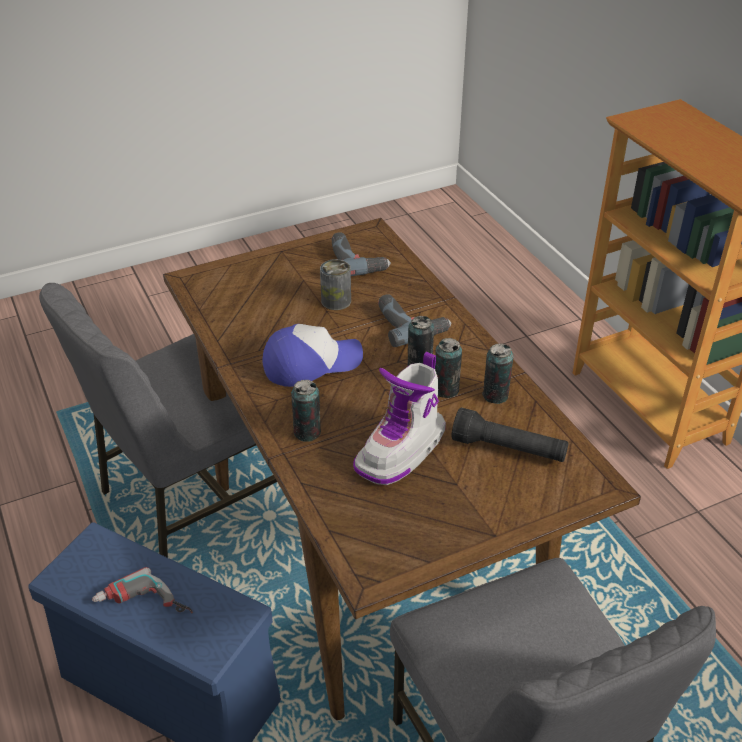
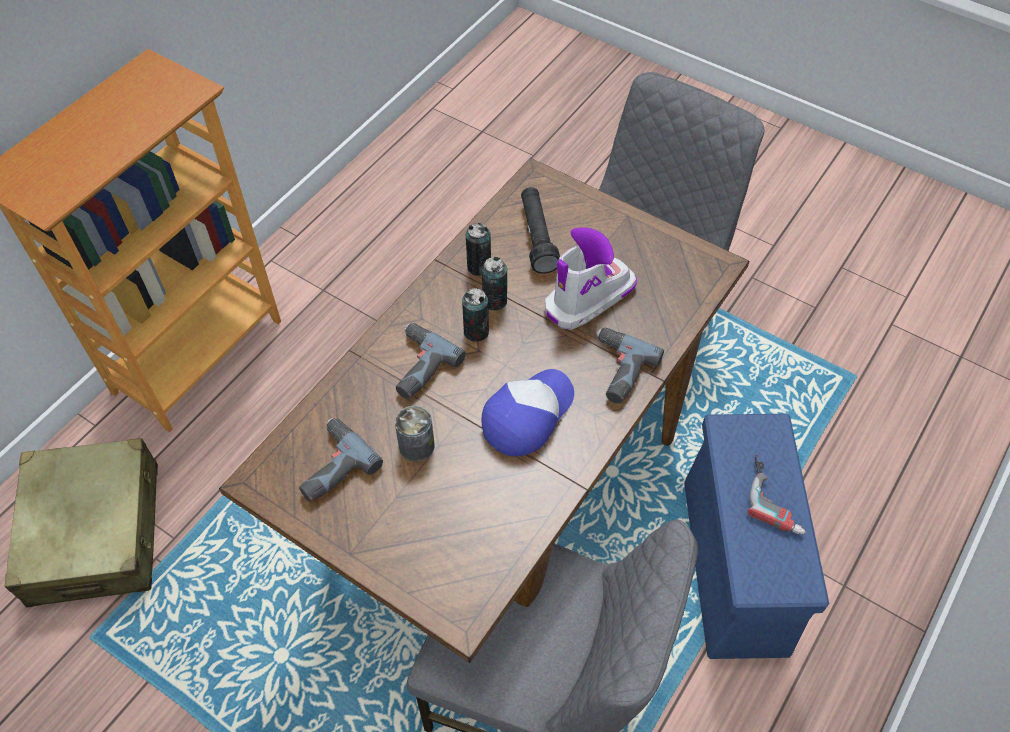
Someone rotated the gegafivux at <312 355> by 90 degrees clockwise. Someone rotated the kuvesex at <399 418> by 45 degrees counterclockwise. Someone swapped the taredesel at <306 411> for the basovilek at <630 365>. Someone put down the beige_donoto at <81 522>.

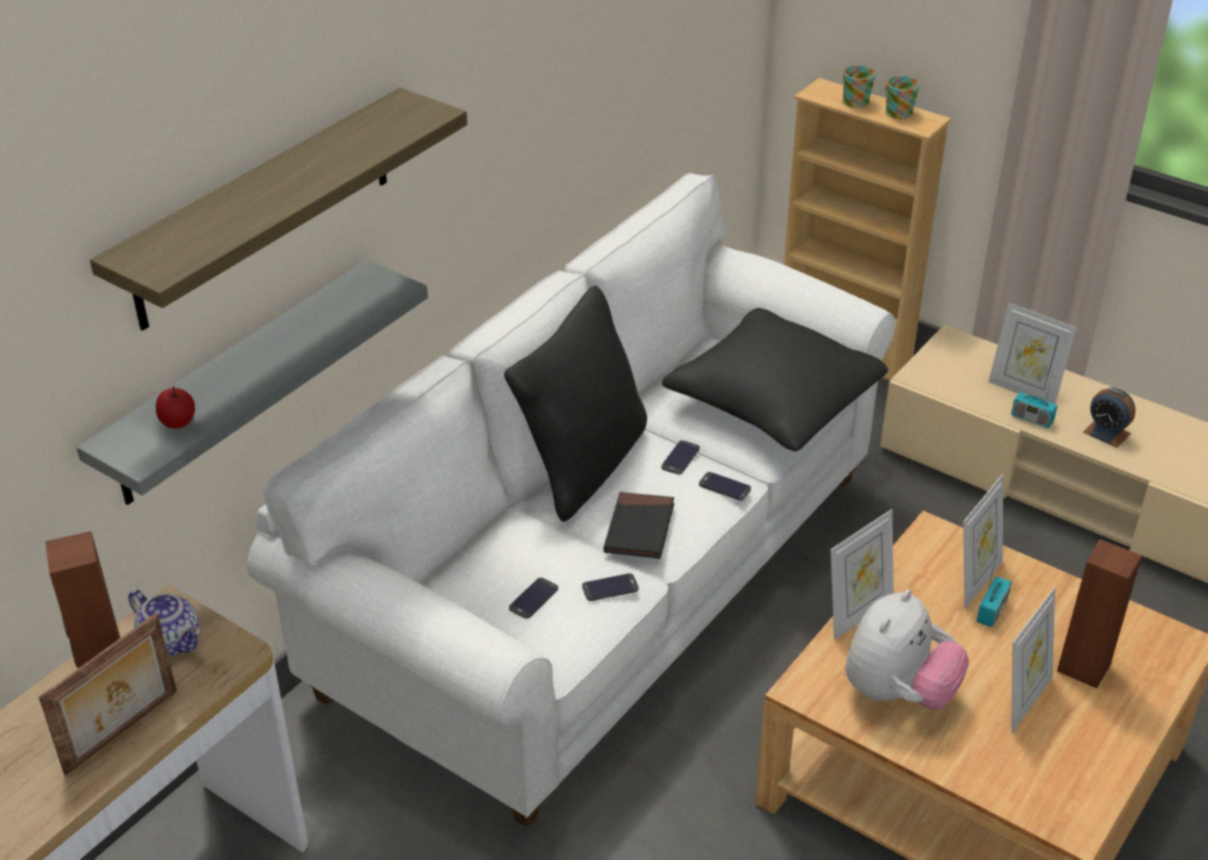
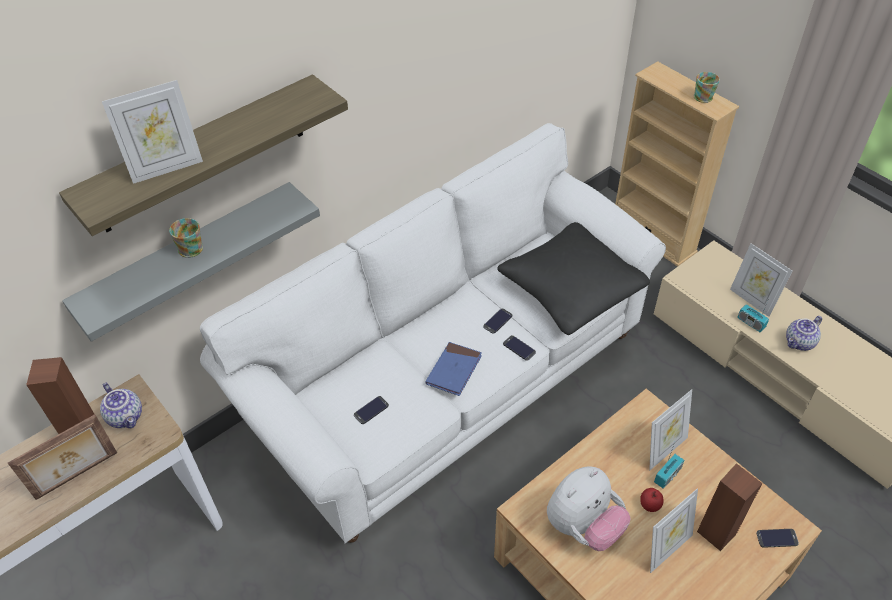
Someone carried the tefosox from <859 86> to <186 238>. Someone took away the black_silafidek at <575 403>. Someone carried the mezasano from <175 407> to <651 500>. Someone swapped the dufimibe at <1109 417> for the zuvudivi at <804 333>. Someone repainted the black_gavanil at <639 525>, which became the blue_gavanil at <453 369>. Someone carried the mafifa from <862 574> to <152 132>. Someone carried the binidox from <610 587> to <777 538>.

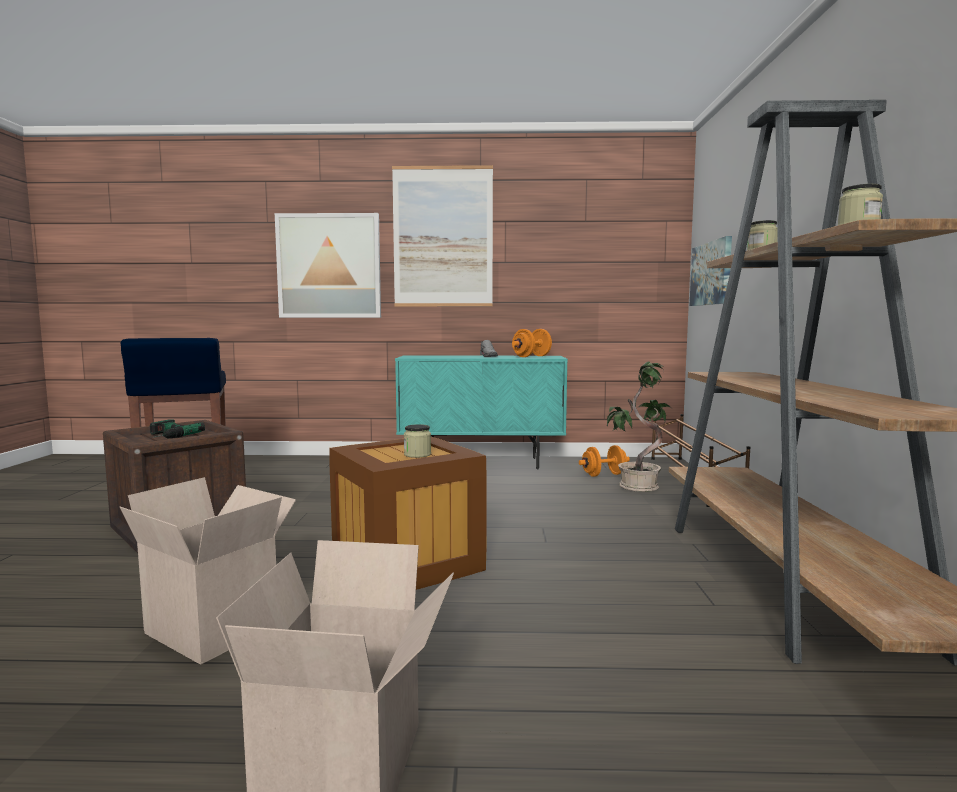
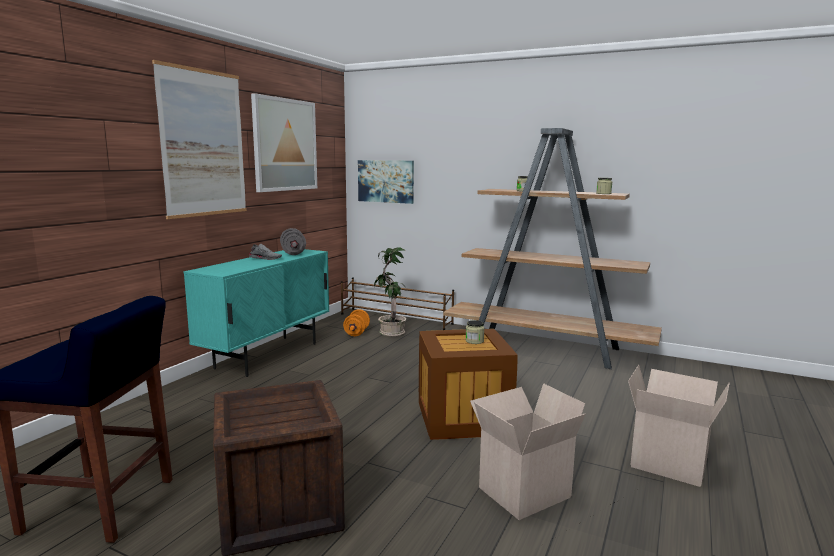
Someone carried the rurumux from <328 265> to <284 142>. Someone repainted the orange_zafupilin at <532 343>, which became the grey_zafupilin at <293 241>. Someone took away the basovilek at <177 429>.

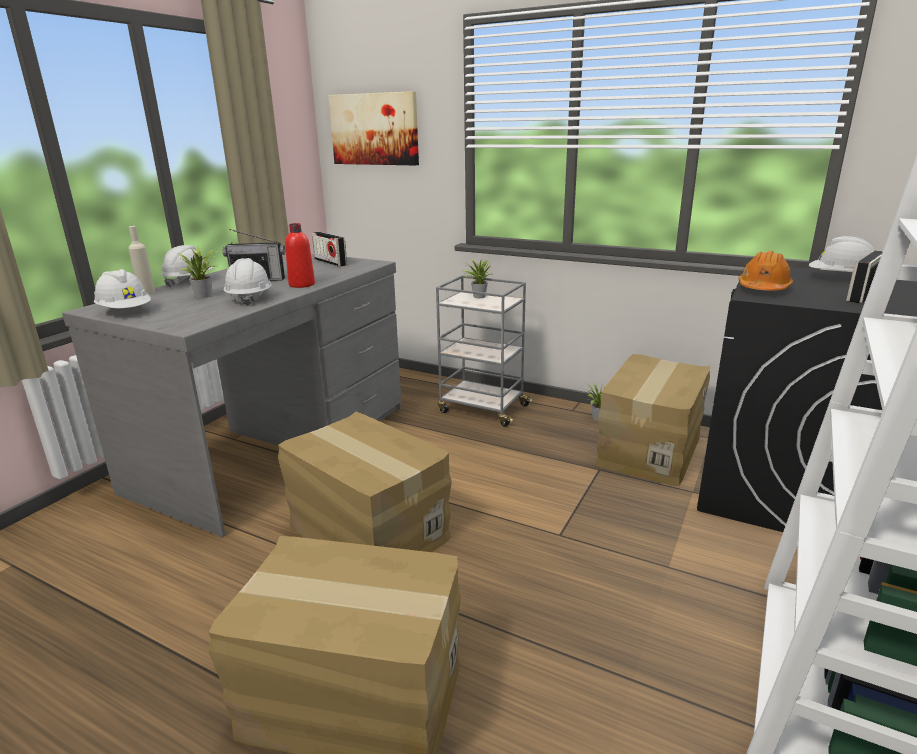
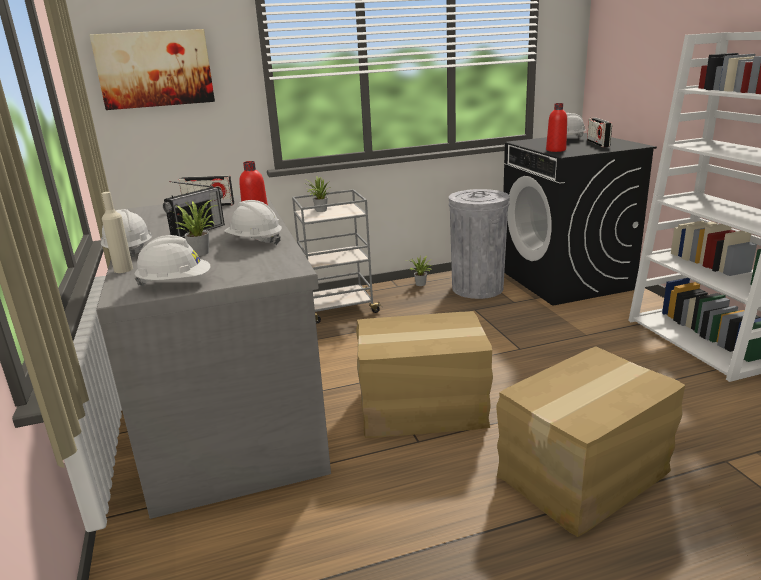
Someone swapped the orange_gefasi at <765 271> for the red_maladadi at <556 127>. Someone swapped the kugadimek at <653 420> for the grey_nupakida at <479 244>.

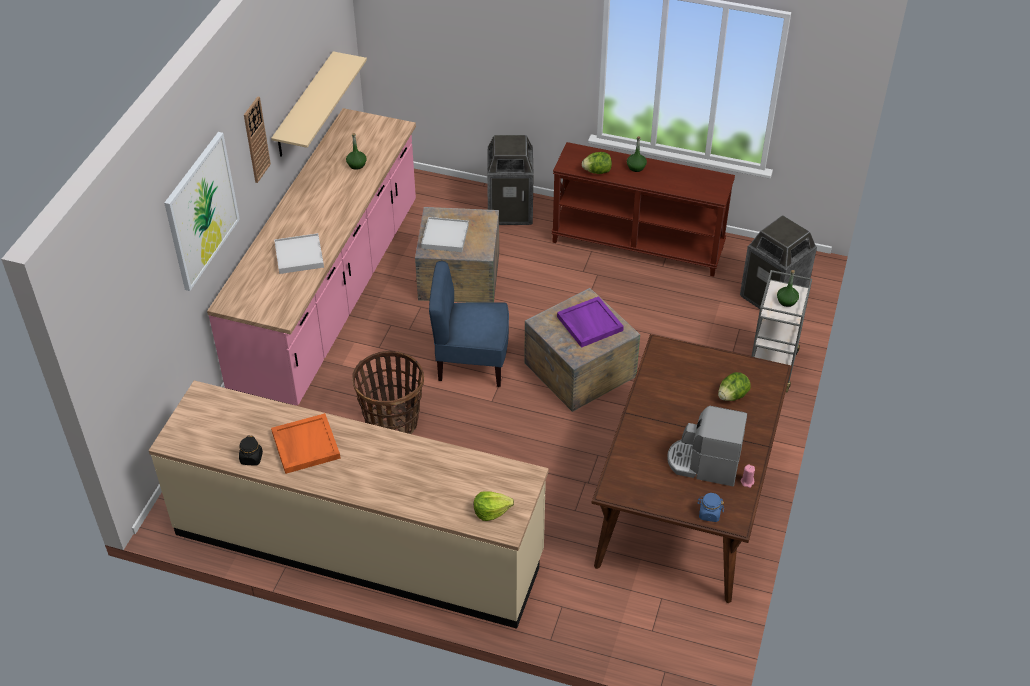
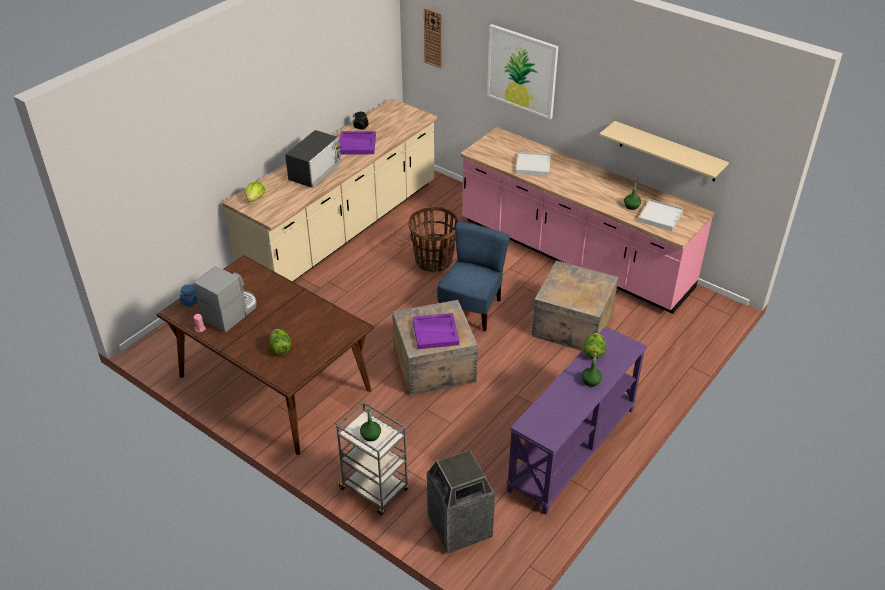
Someone carried the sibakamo from <257 139> to <433 38>. Someone took away the nupakida at <510 180>. Someone repainted the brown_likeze at <643 209>, which became the purple_likeze at <576 420>. Someone carried the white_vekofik from <445 234> to <660 215>. Someone repainted the orange_vekofik at <306 443>, which became the purple_vekofik at <358 142>. Someone put down the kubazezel at <313 159>.

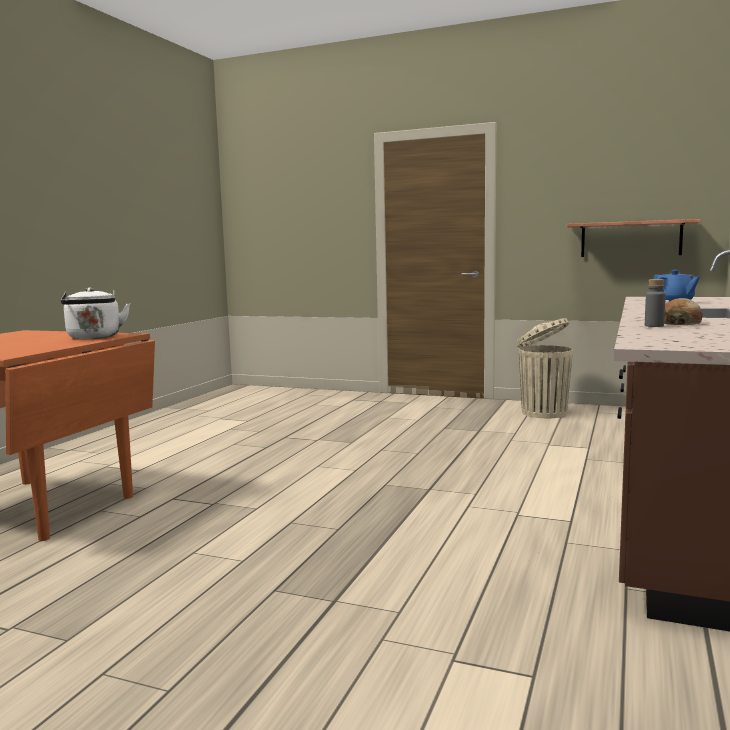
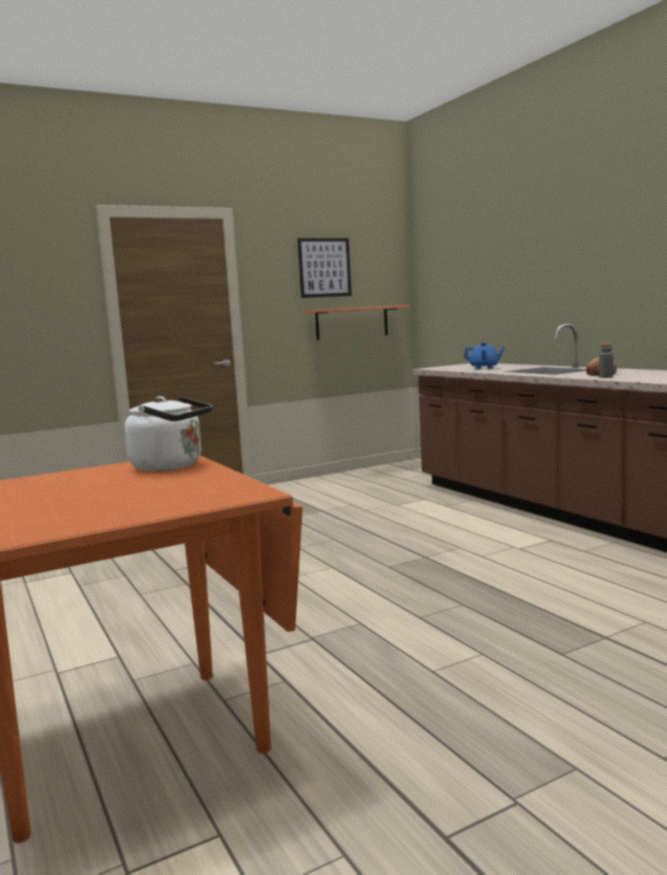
Someone took away the beige_nupakida at <544 368>. Someone put up the rurumux at <324 268>.

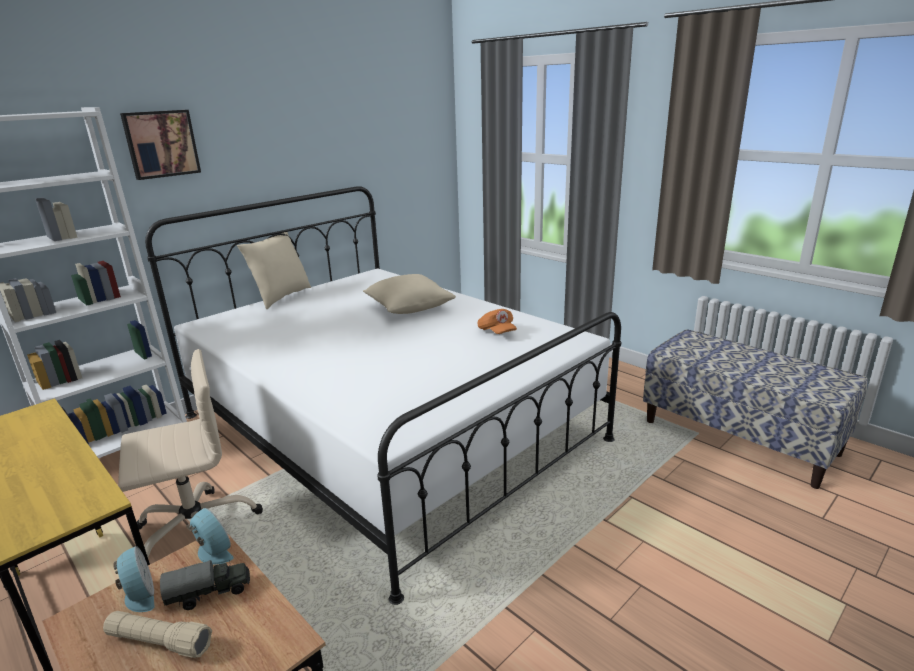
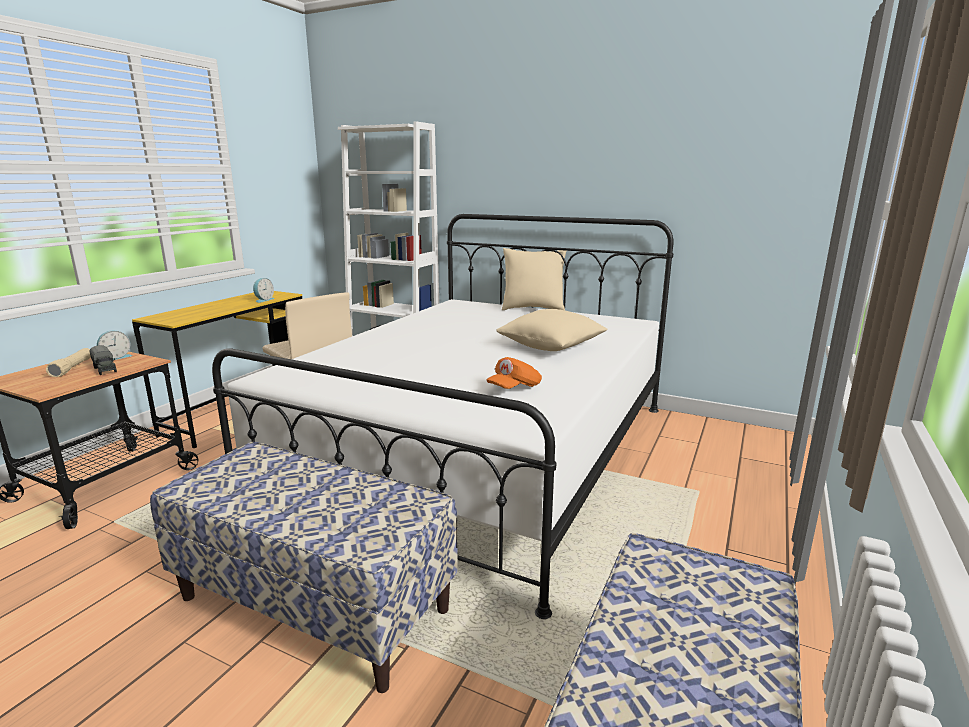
Someone took away the rurumux at <160 145>. Someone carried the dufimibe from <210 536> to <264 290>. Someone put down the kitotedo at <304 567>.

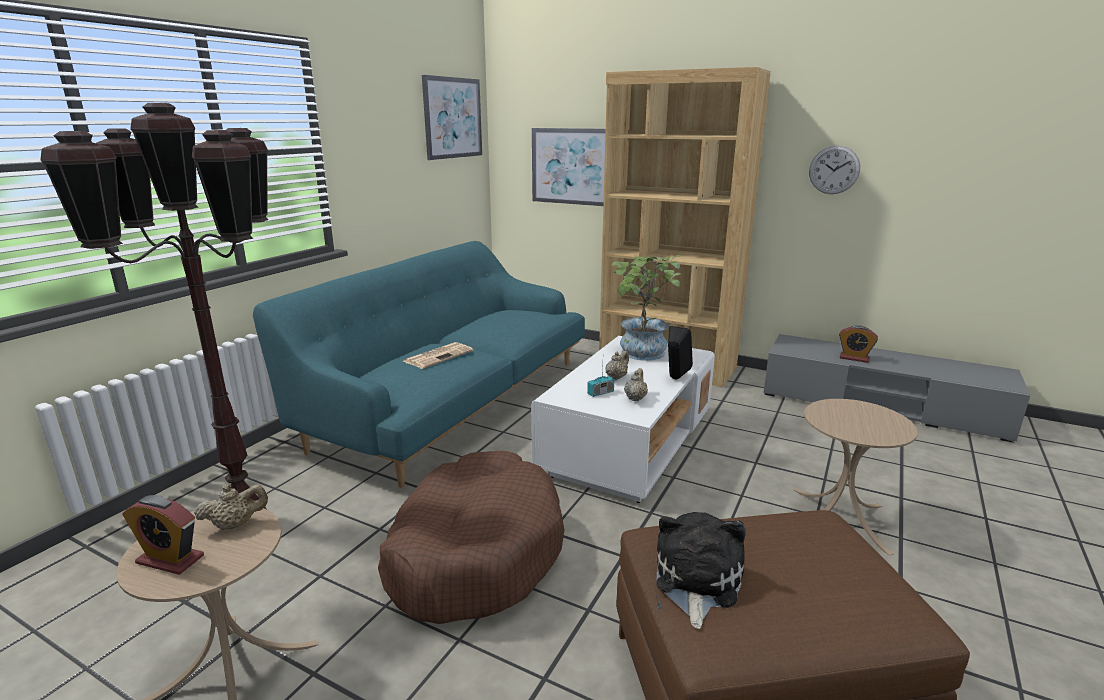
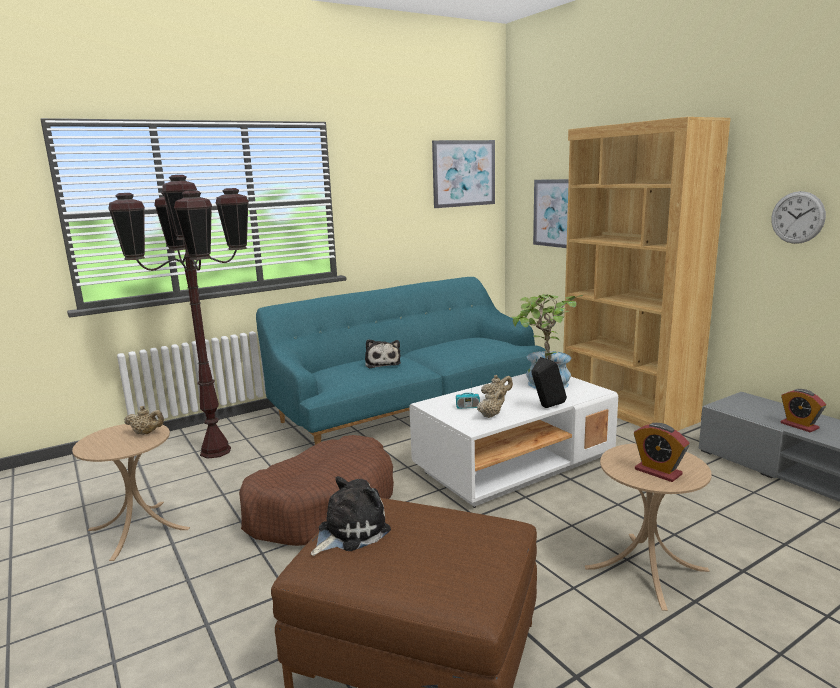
Someone swapped the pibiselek at <438 355> for the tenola at <383 353>. Someone carried the dufimibe from <163 535> to <661 452>.

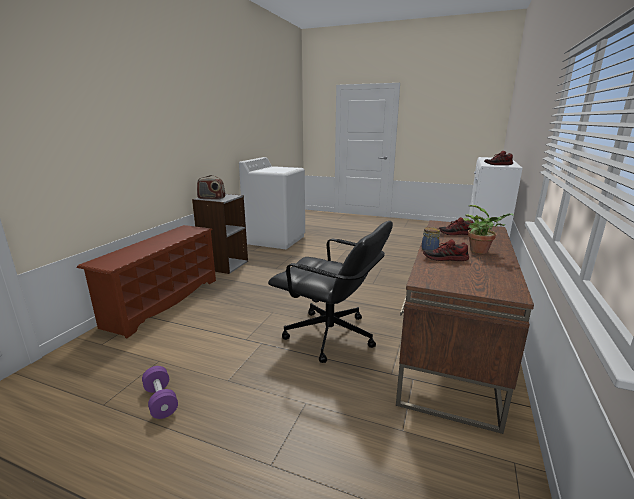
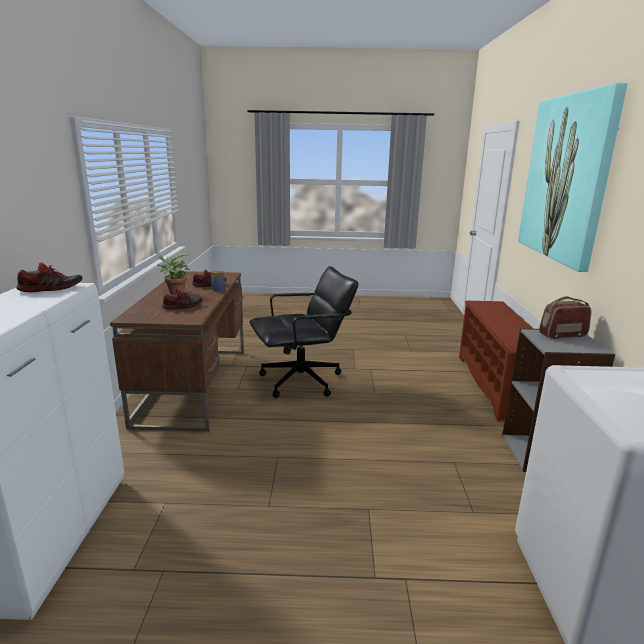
Someone rotated the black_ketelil at <330 292> by 150 degrees clockwise. Someone took away the purple_zafupilin at <160 392>. Someone put up the rurumux at <573 177>.

